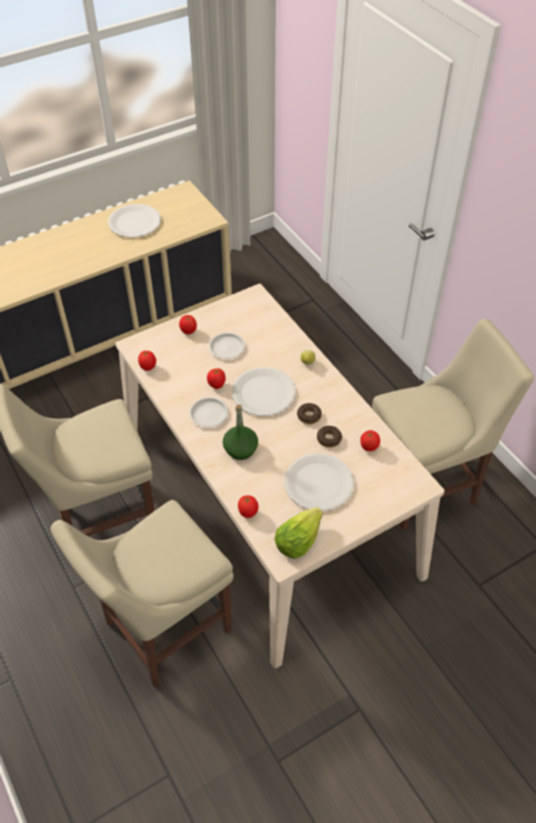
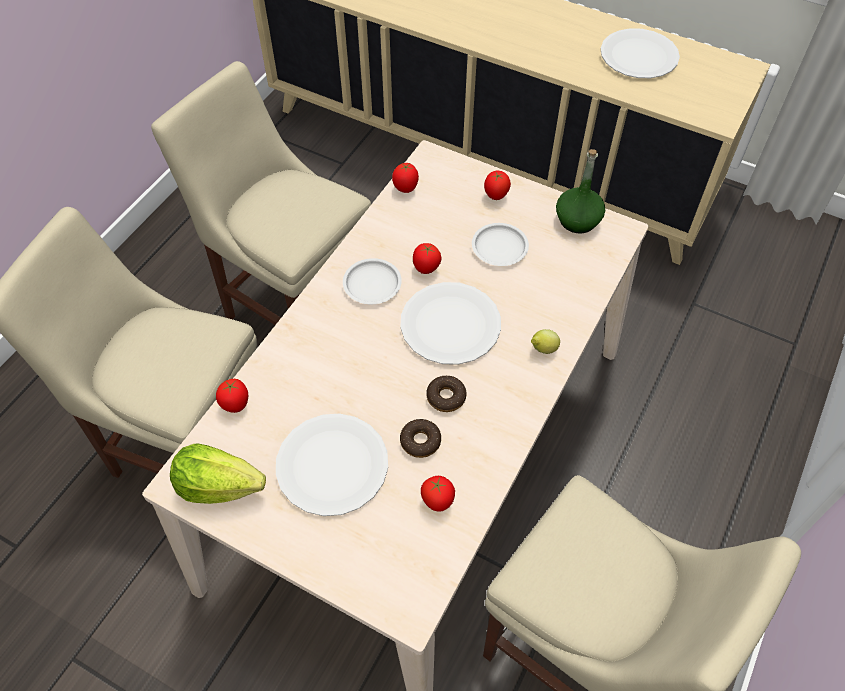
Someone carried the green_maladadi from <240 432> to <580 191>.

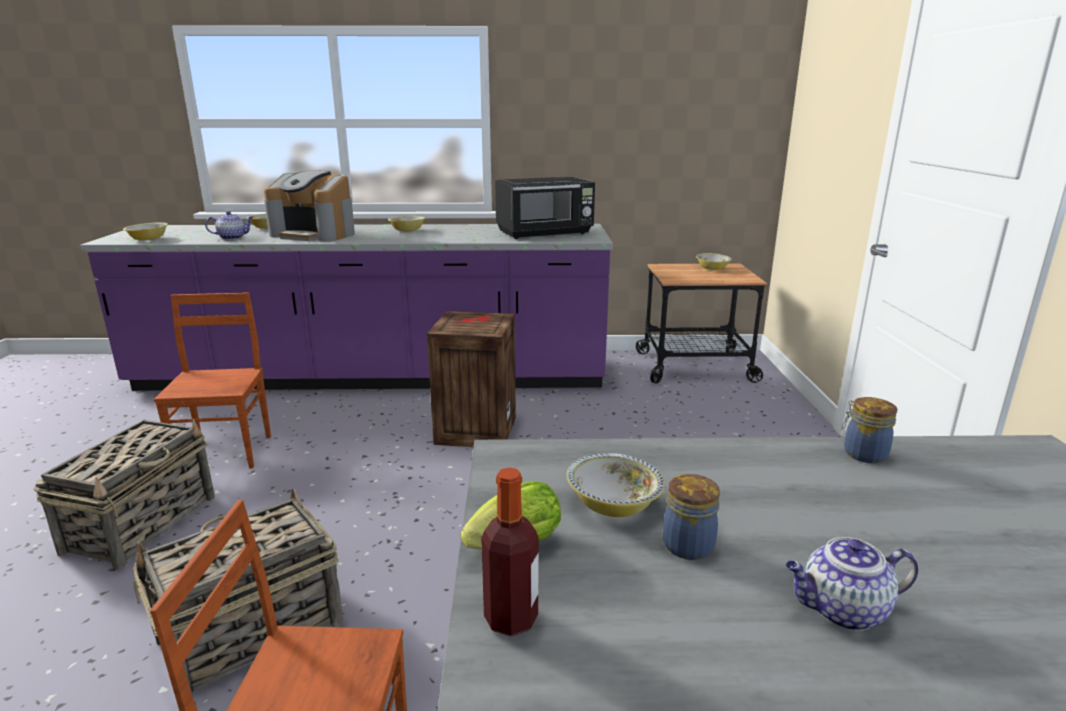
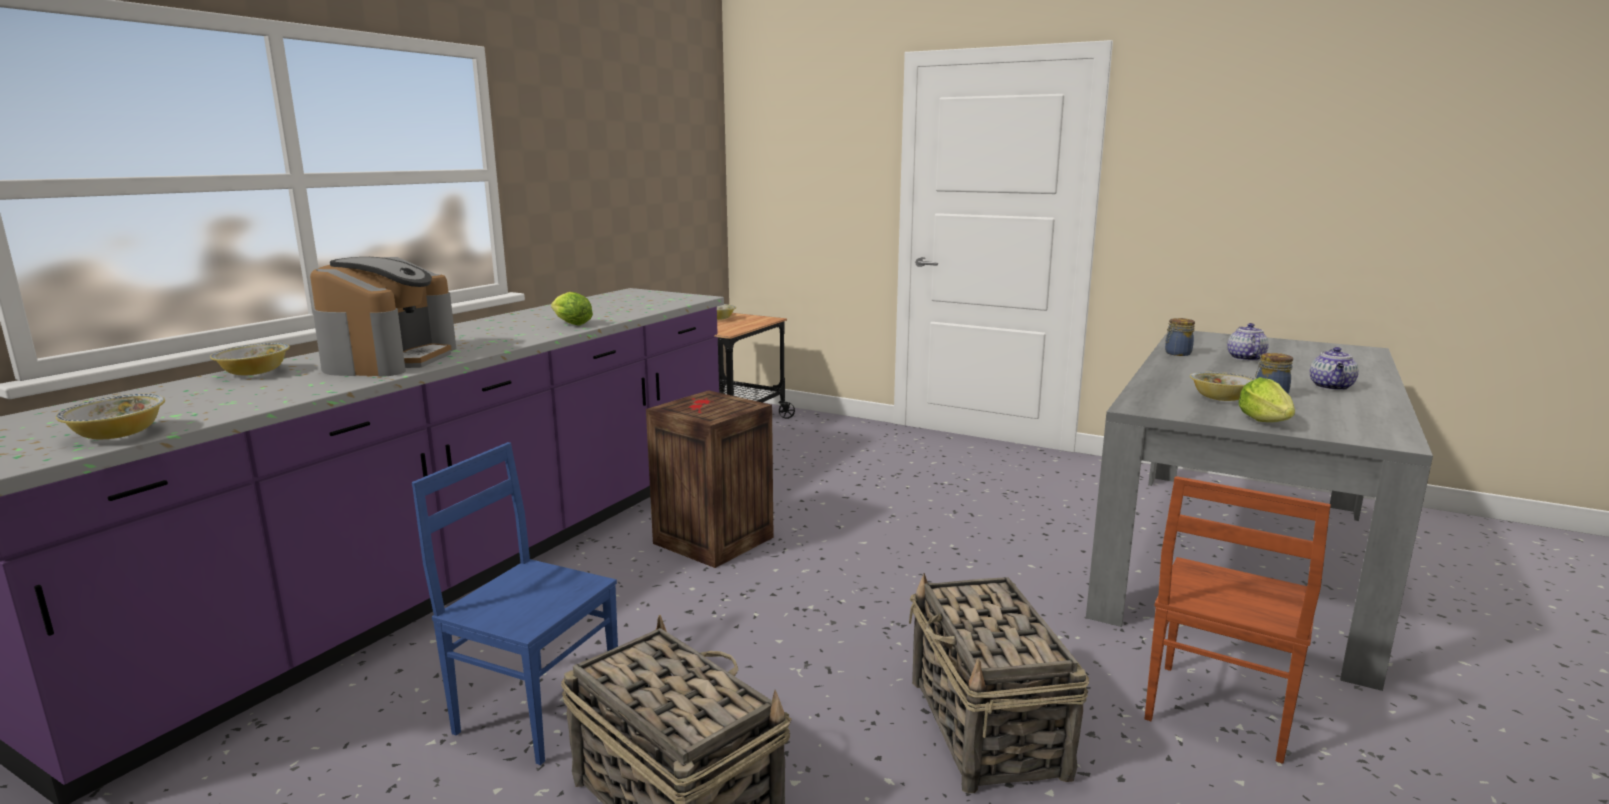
Someone rotated the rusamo at <309 206> by 45 degrees counterclockwise. Someone took away the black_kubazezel at <545 208>. Someone carried the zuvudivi from <229 225> to <1248 342>. Someone took away the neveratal at <407 224>. Someone repainted the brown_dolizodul at <212 380>, which became the blue_dolizodul at <515 603>. Someone took away the maladadi at <510 551>. Someone put down the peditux at <572 308>.

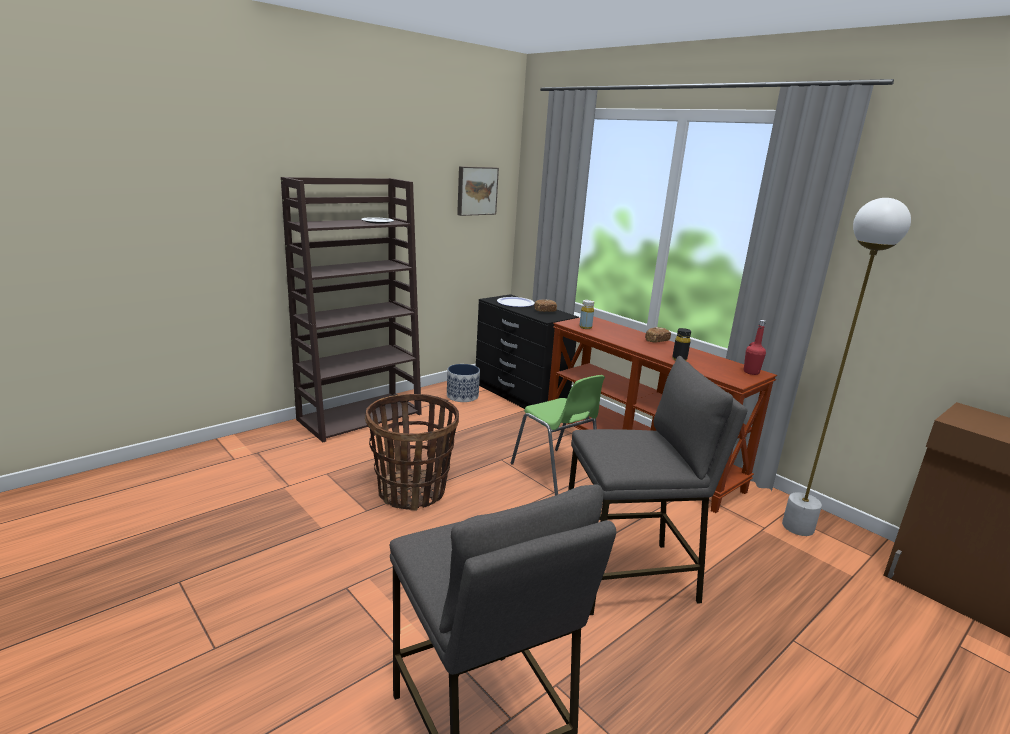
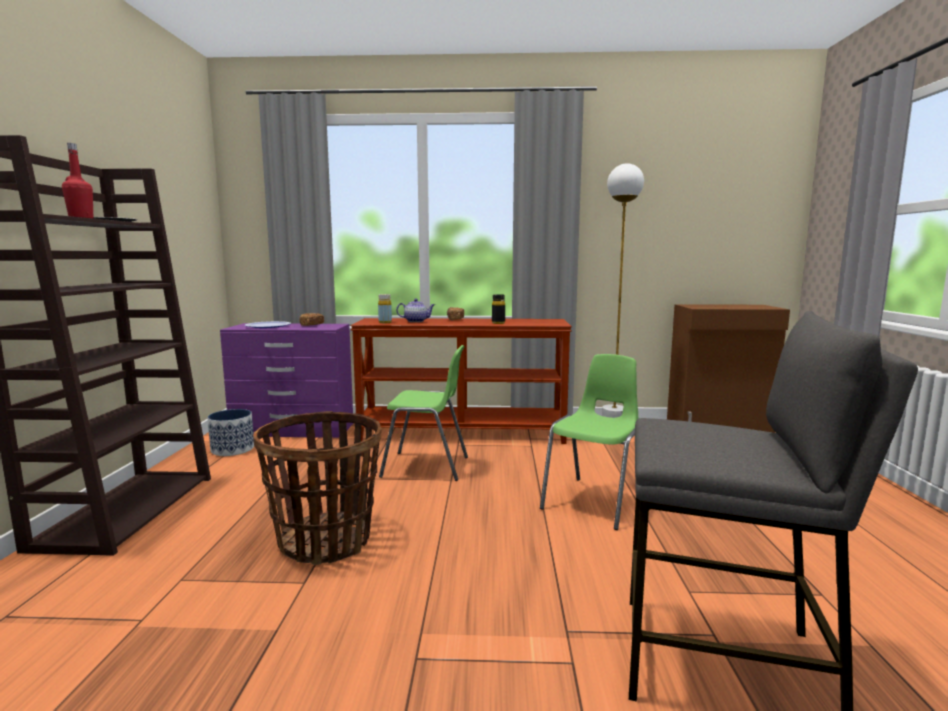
Someone took away the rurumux at <478 191>. Someone repainted the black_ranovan at <527 351>, which became the purple_ranovan at <286 380>. Someone carried the red_maladadi from <755 347> to <77 180>. Someone swapped the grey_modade at <657 485> for the green_dolizodul at <589 442>. Someone put down the zuvudivi at <415 310>.

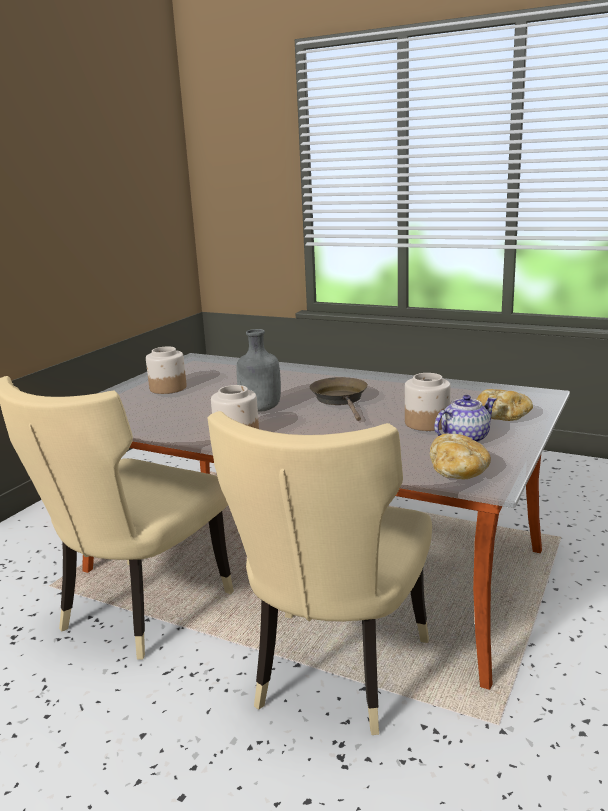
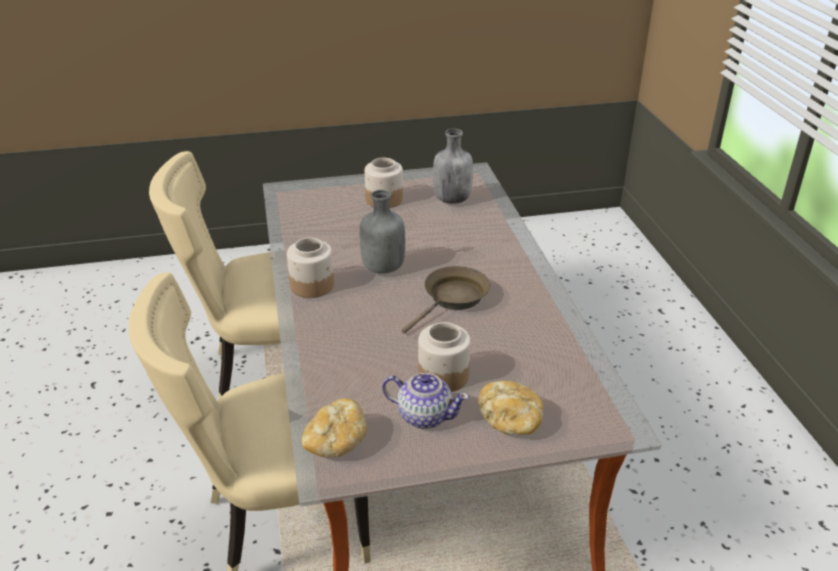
Someone put down the grey_maladadi at <453 166>.

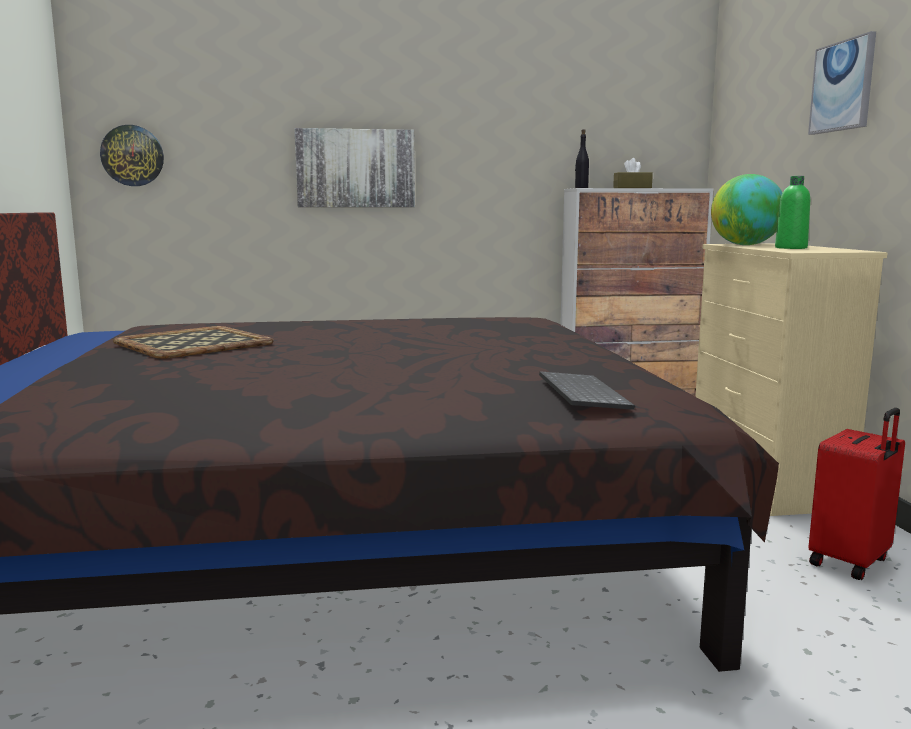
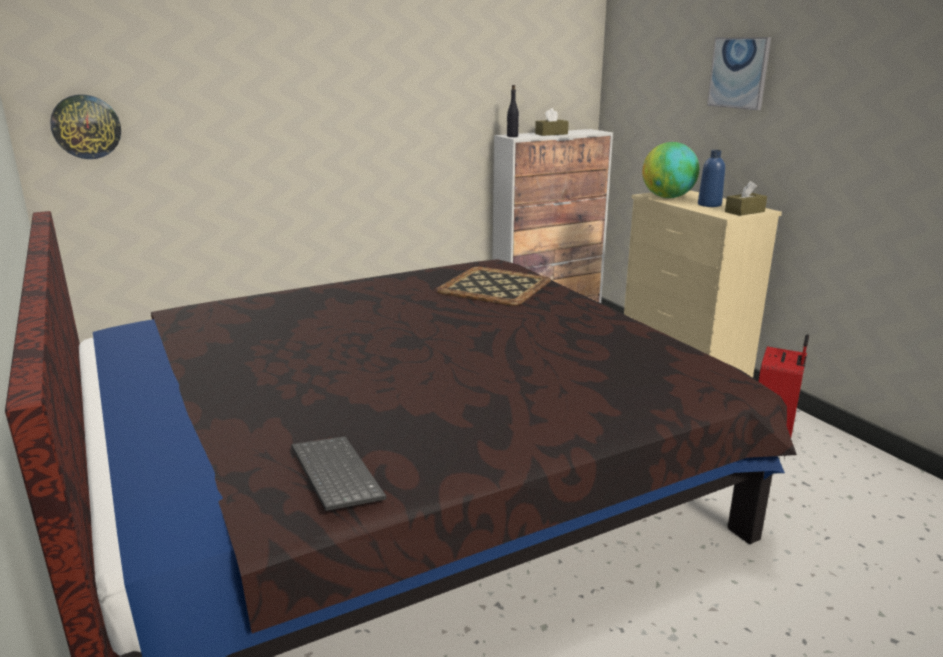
Someone took away the rurumux at <354 167>. Someone repainted the green_maladadi at <792 212>, which became the blue_maladadi at <711 178>. Someone carried the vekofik from <193 342> to <493 286>. Someone carried the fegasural from <587 390> to <339 474>. Someone put down the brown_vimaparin at <746 198>.

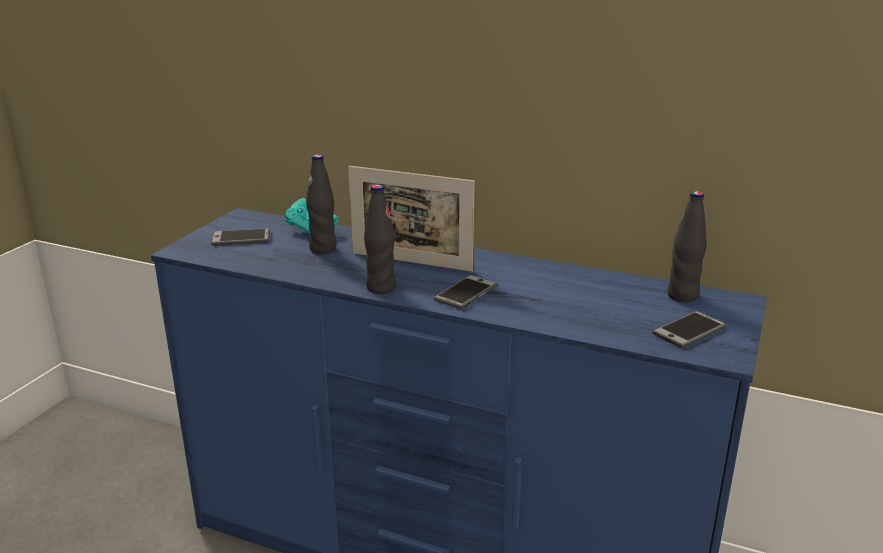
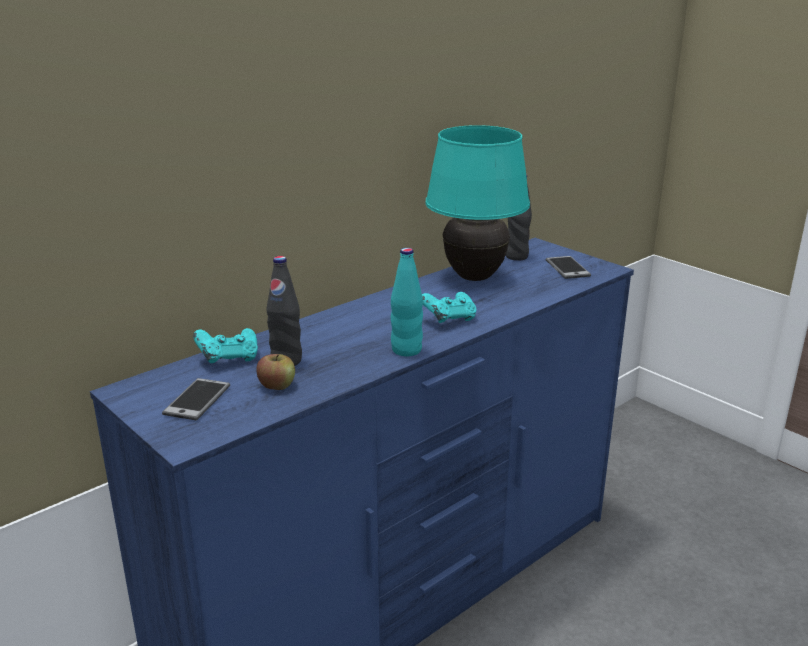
Someone took away the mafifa at <411 219>. Someone repainted the black_maladadi at <380 239>, which became the turquoise_maladadi at <407 302>. Someone swapped the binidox at <465 292> for the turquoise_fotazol at <449 307>. Someone put down the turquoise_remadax at <478 203>. Someone put down the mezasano at <275 372>.

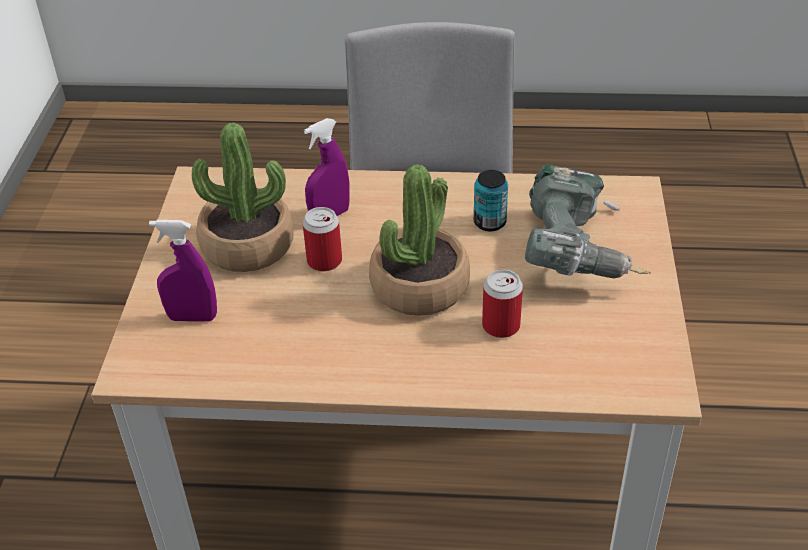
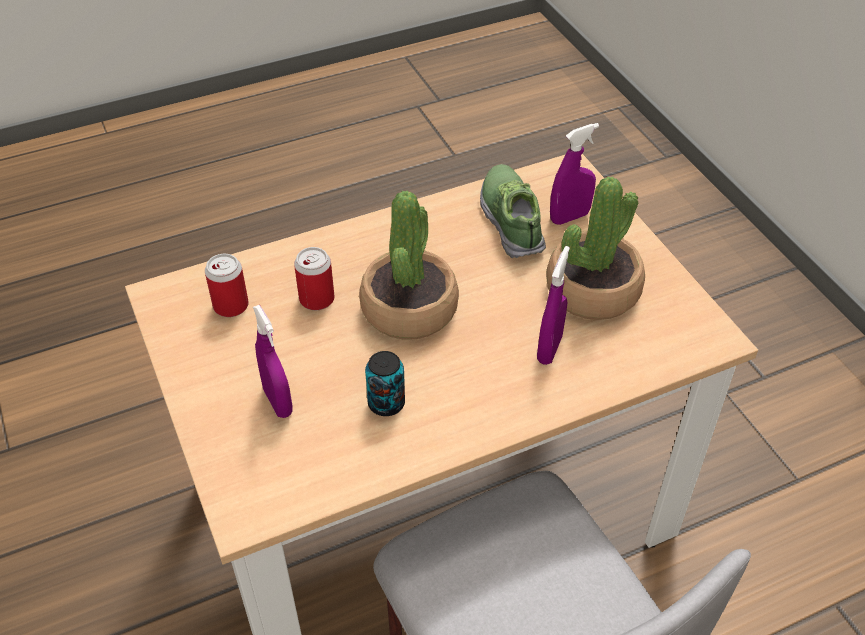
Someone swapped the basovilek at <588 221> for the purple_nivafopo at <273 361>. Someone carried the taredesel from <322 239> to <227 285>. Someone put down the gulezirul at <513 211>.

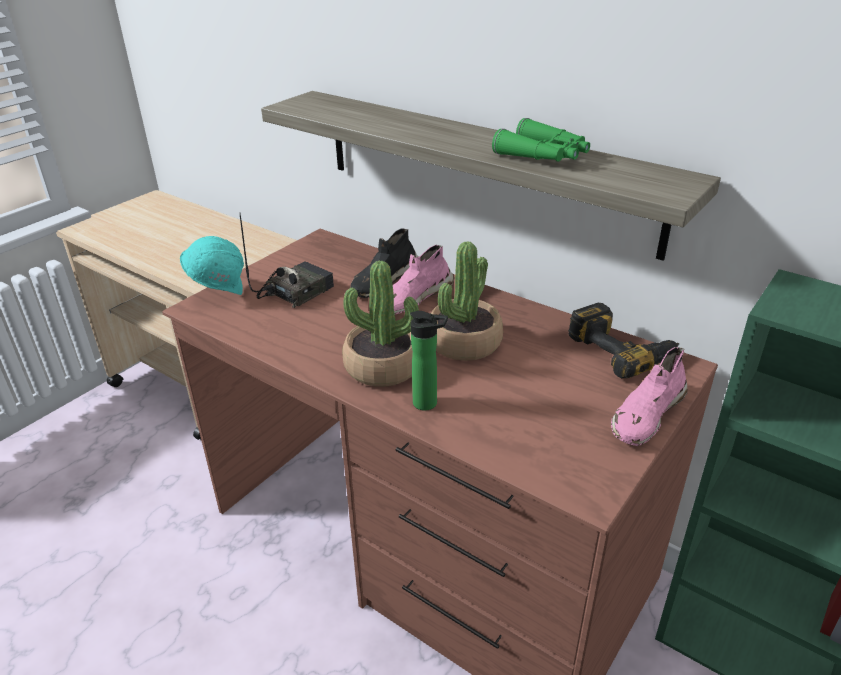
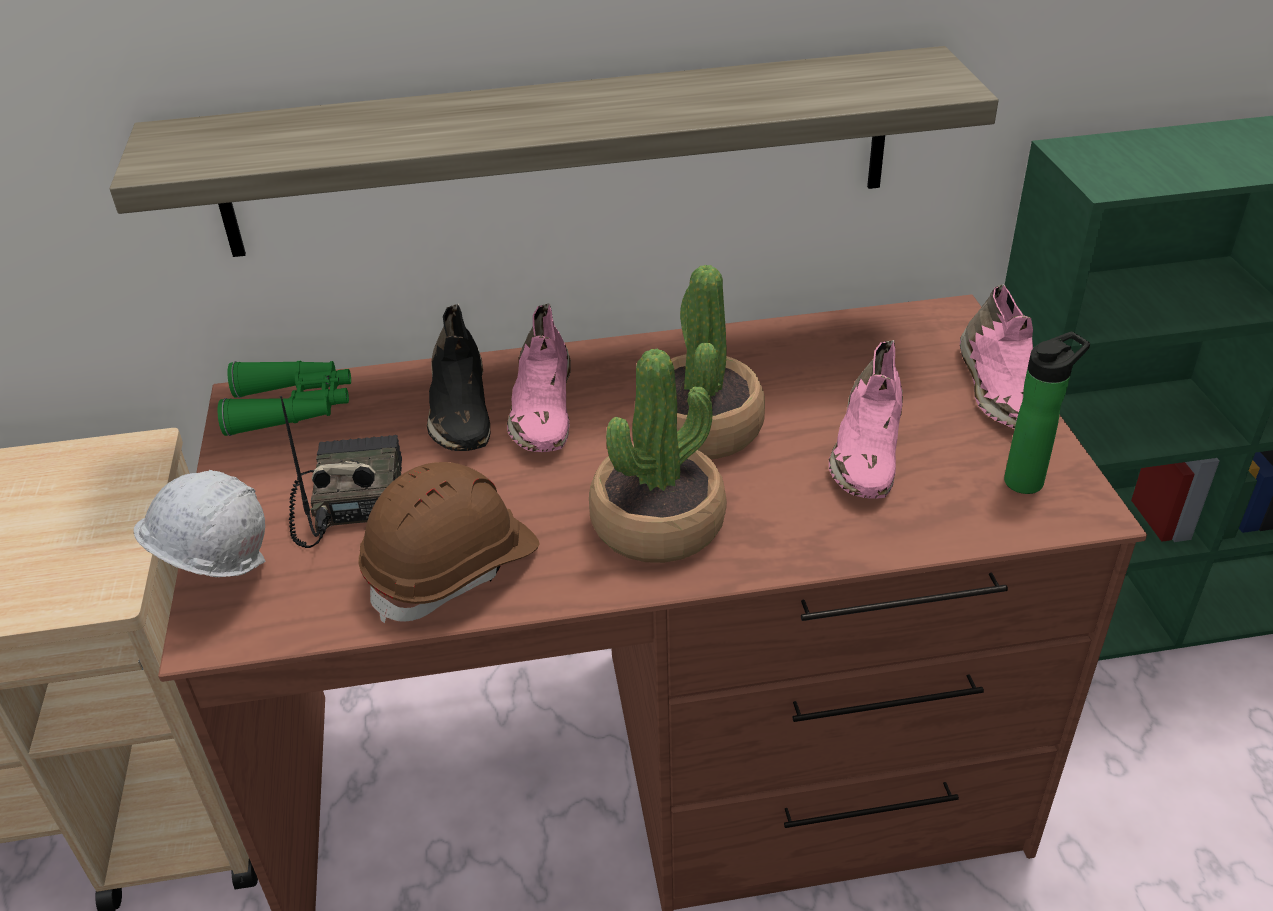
Someone carried the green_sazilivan from <541 140> to <284 398>. Someone repainted the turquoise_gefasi at <212 265>, which became the white_gefasi at <199 523>. Someone took away the basovilek at <623 341>. Someone carried the maladadi from <429 360> to <1047 412>. Someone put down the pink_gulezirul at <866 419>. Someone put down the brown_gefasi at <448 542>.

